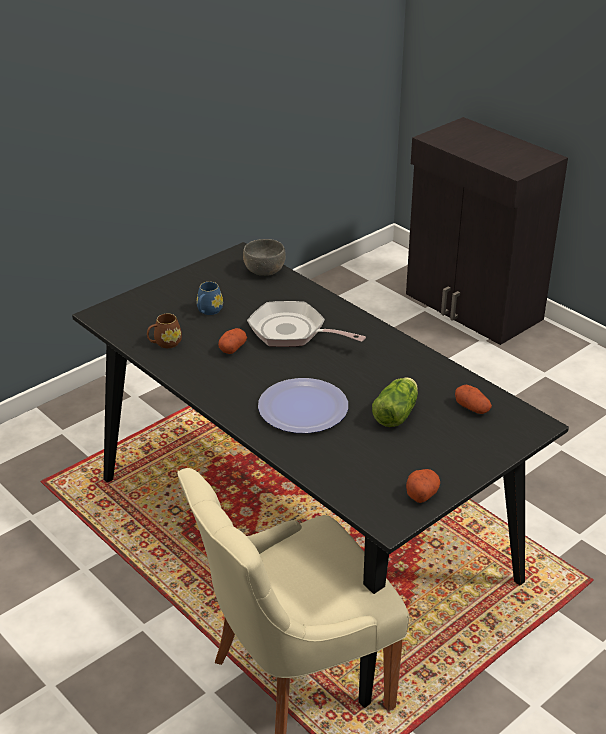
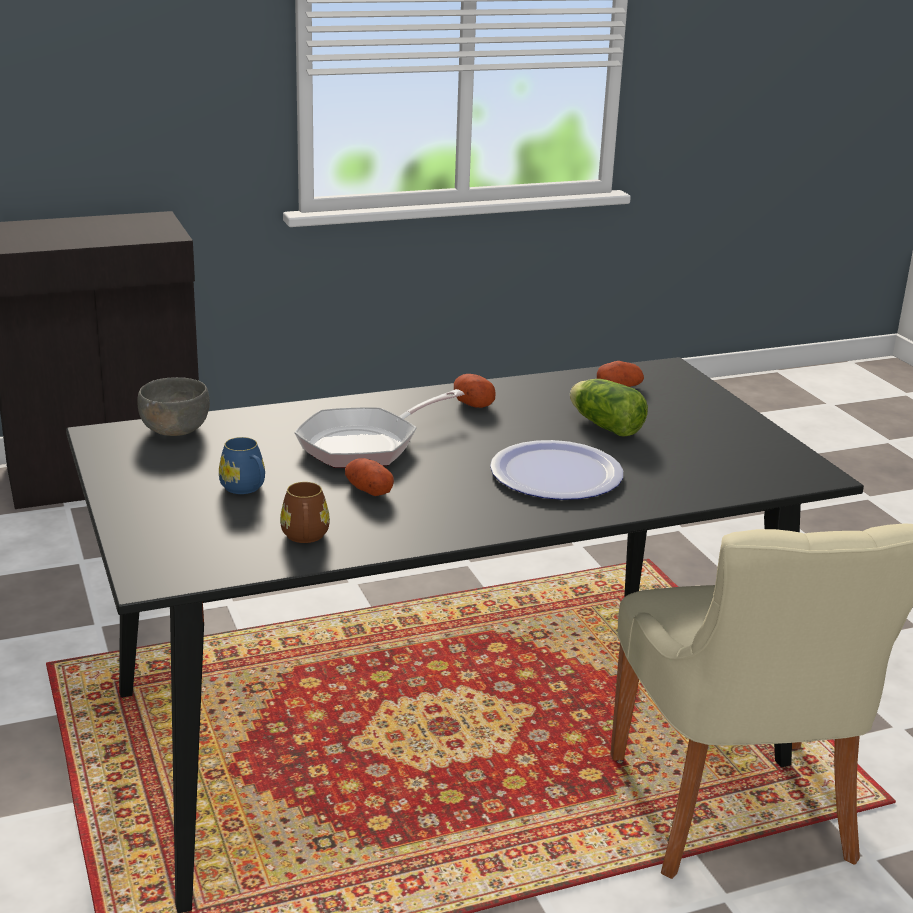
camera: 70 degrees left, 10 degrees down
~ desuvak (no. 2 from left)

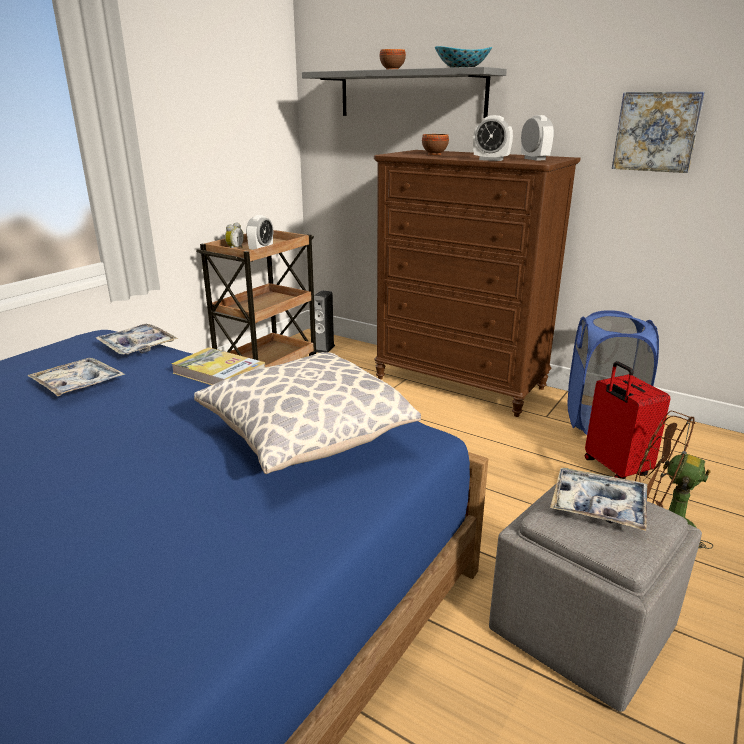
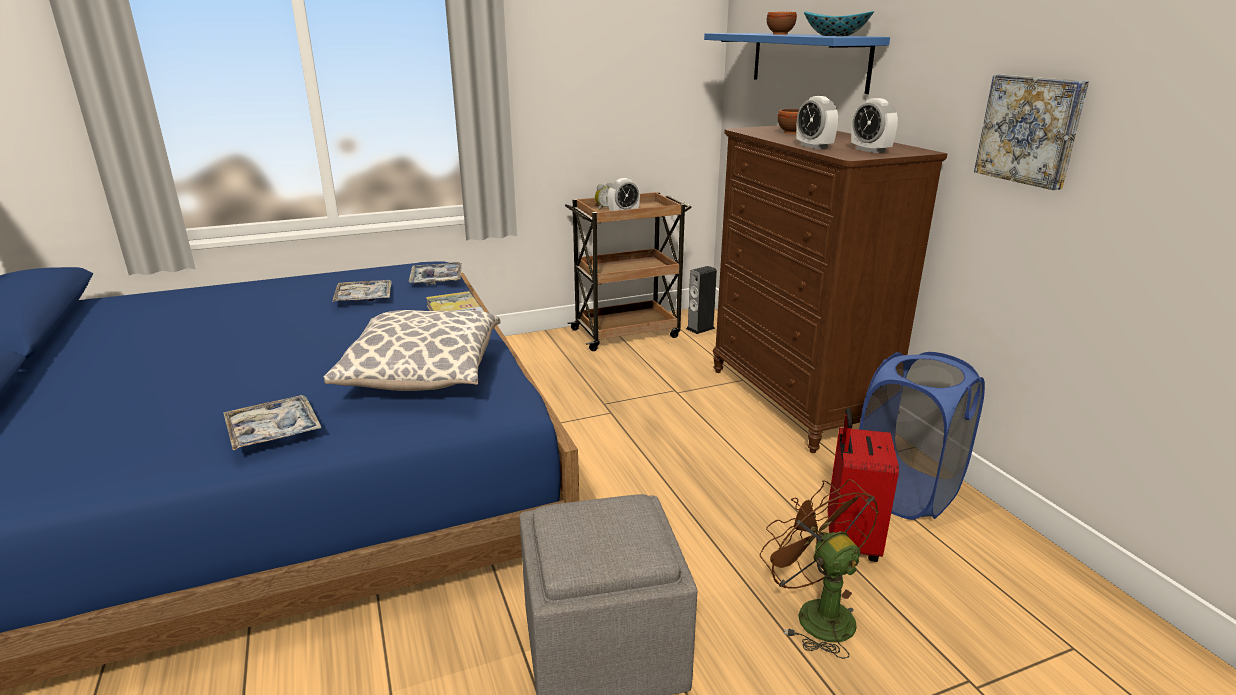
camera: 35 degrees right, 0 degrees up
~ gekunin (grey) to gekunin (blue)
~ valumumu (no. 4 from left) 135 degrees clockwise
~ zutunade (no. 3 from left in the first image) to zutunade (no. 1 from left)

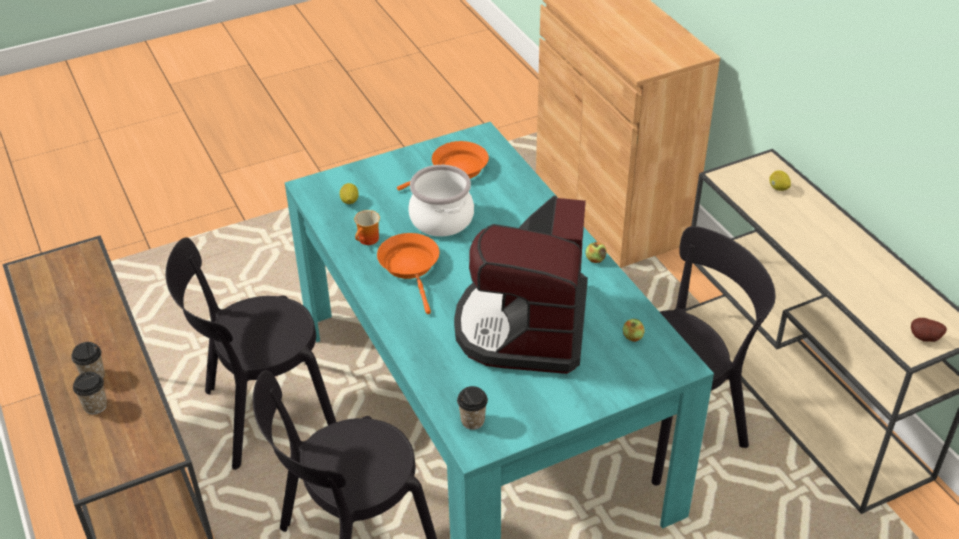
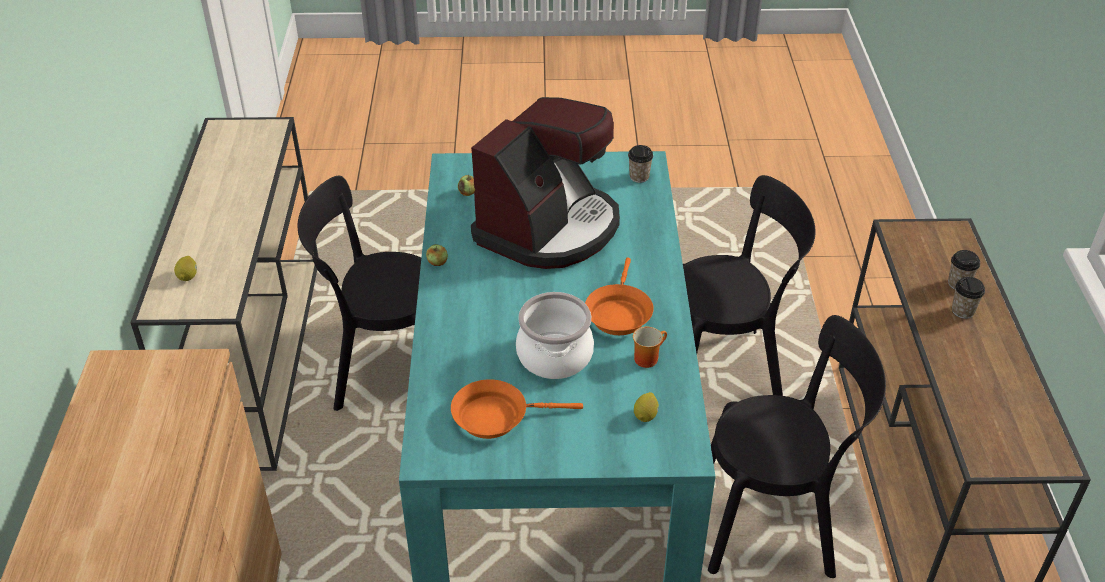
camera: 155 degrees left, 0 degrees up
- desuvak

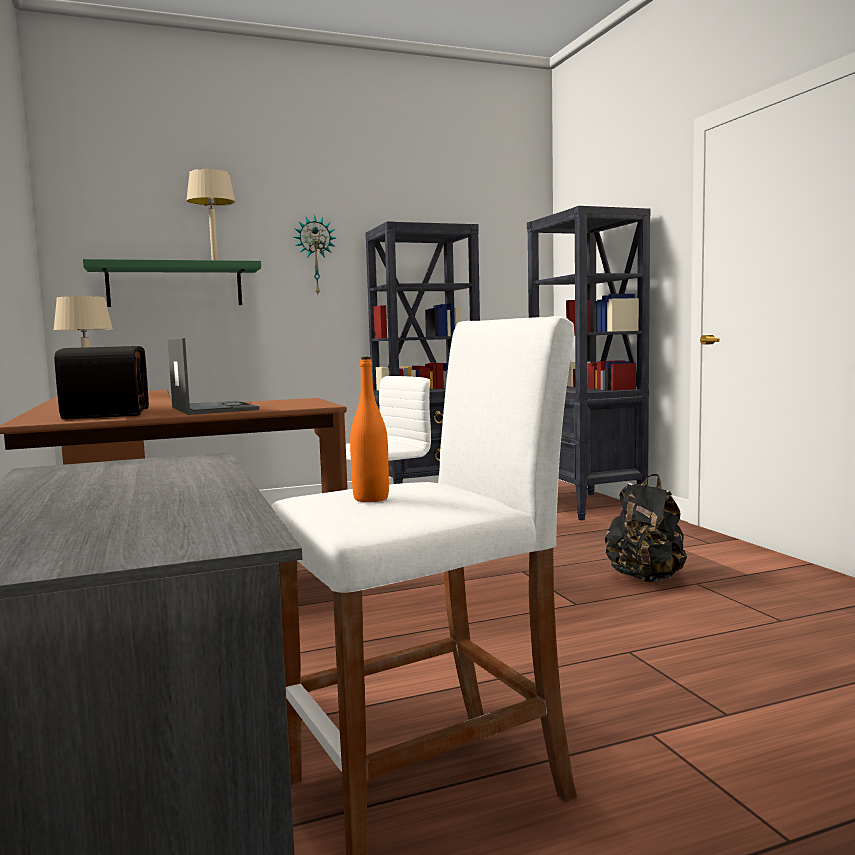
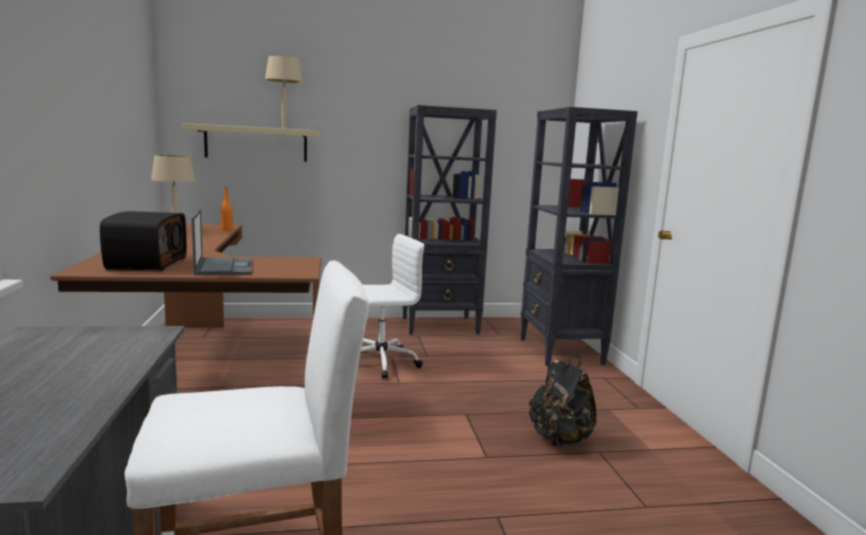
camera: 10 degrees right, 5 degrees up
~ gekunin (green) to gekunin (beige)
- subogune
~ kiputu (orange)

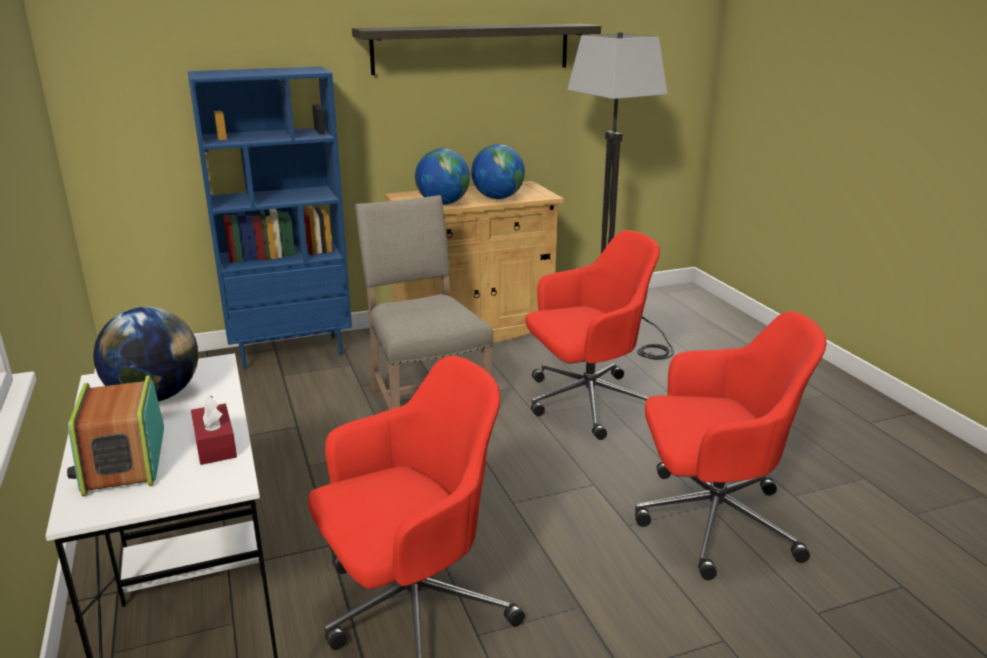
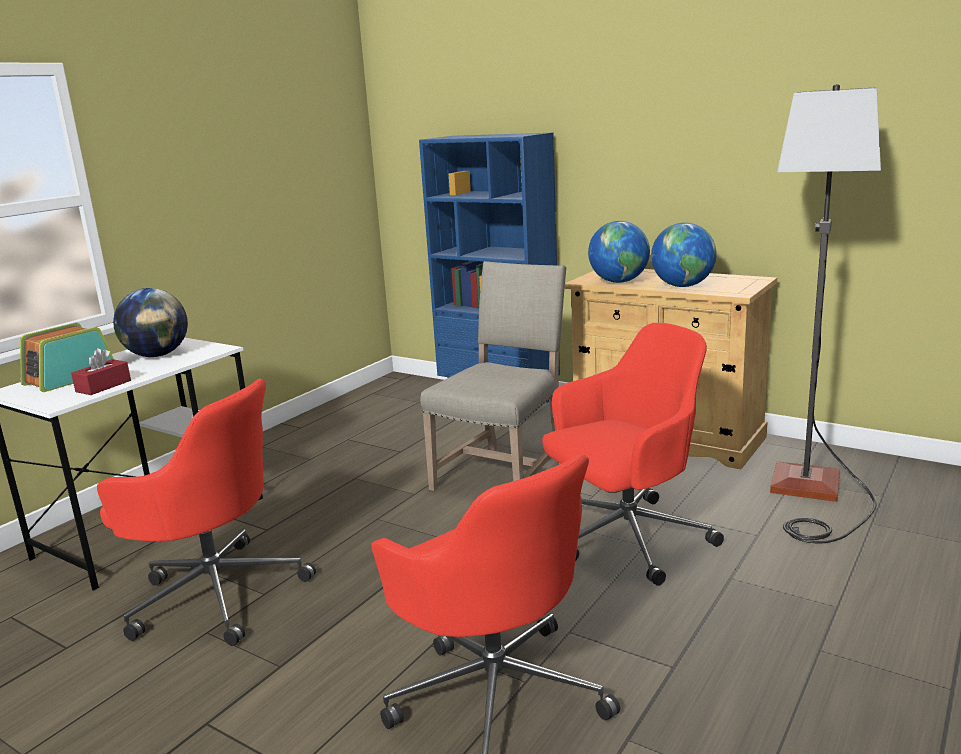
camera: 55 degrees right, 5 degrees down
- gekunin
~ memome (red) (no. 2 from left in the first image) 60 degrees counterclockwise

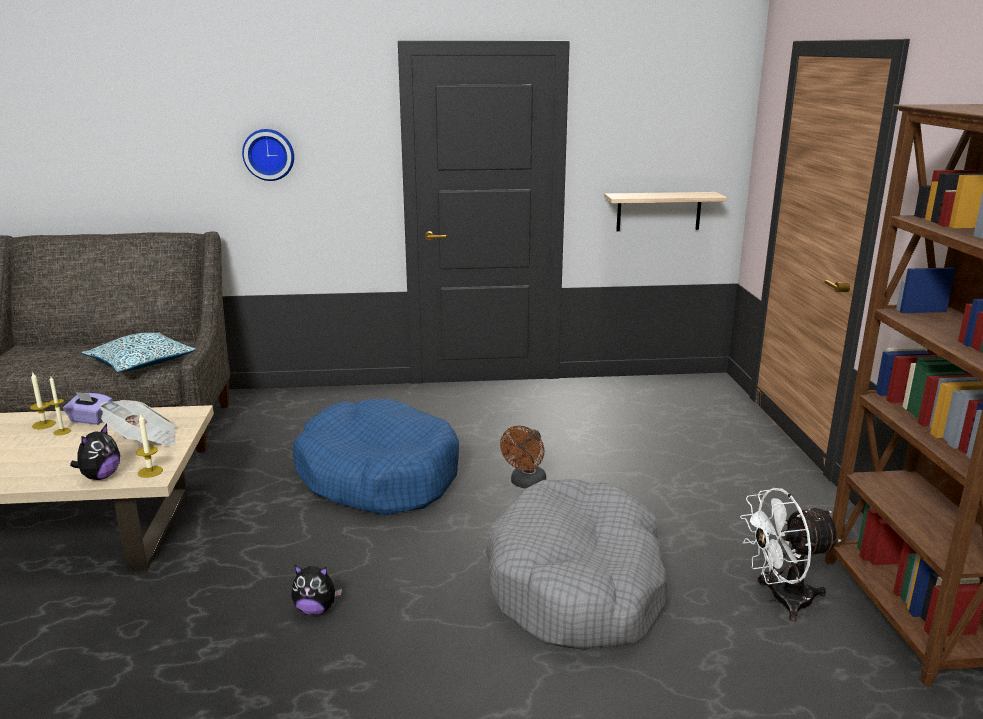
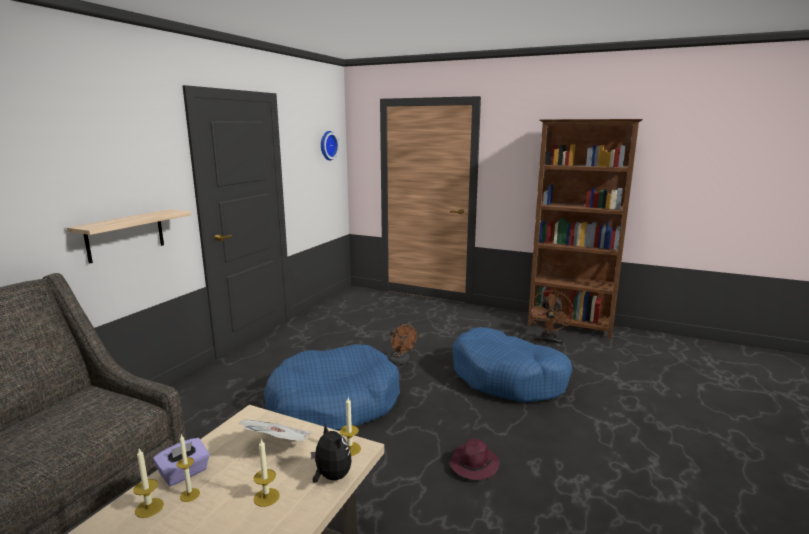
camera: 60 degrees left, 5 degrees down
- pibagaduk
~ subogune
~ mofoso (no. 2 from left) to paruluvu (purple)
~ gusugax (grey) to gusugax (blue) (no. 2 from left)
~ gekunin
~ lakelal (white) to lakelal (brown) (no. 2 from left)
+ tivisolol (no. 3 from left)

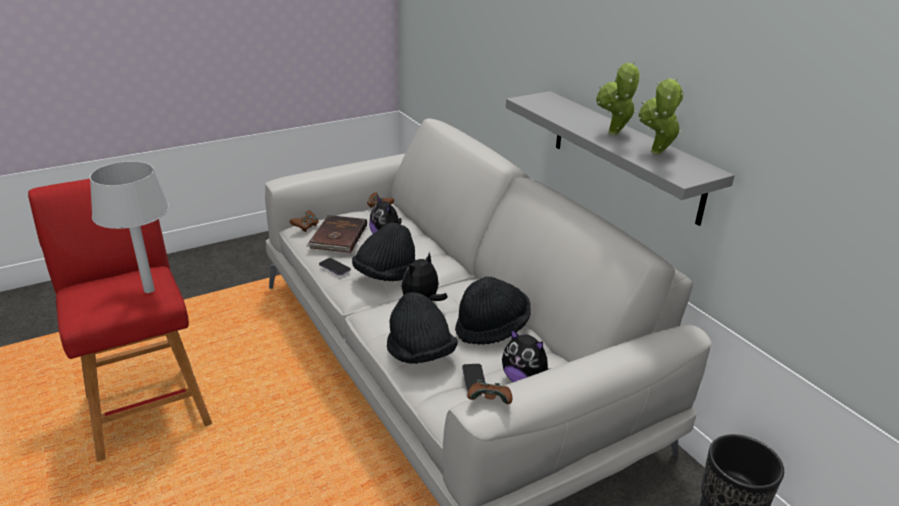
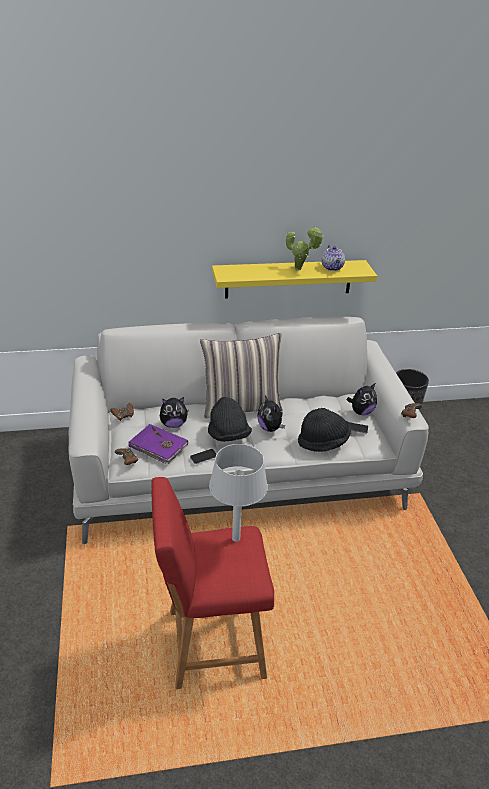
camera: 70 degrees left, 5 degrees up
~ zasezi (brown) to zasezi (purple)
- paruluvu (black) (no. 3 from left)
~ gekunin (grey) to gekunin (yellow)
~ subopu (no. 2 from left) to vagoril
+ pibagaduk

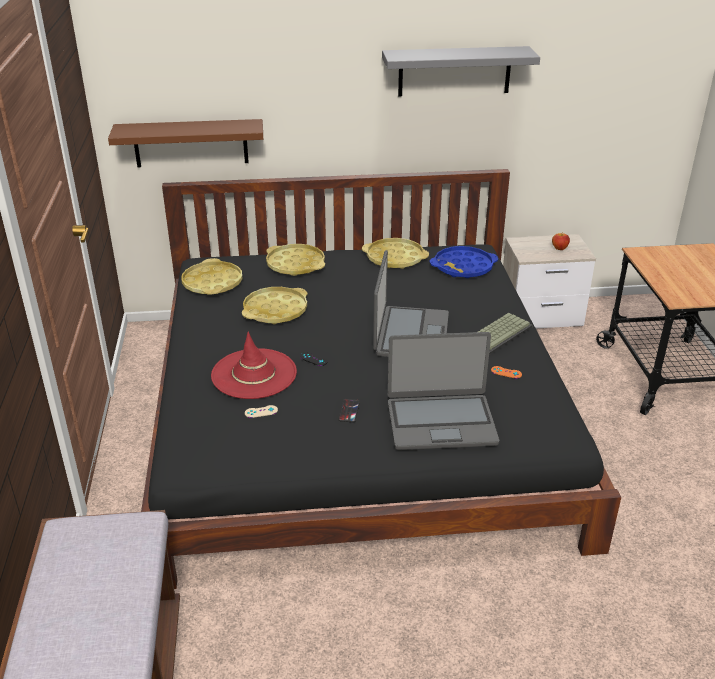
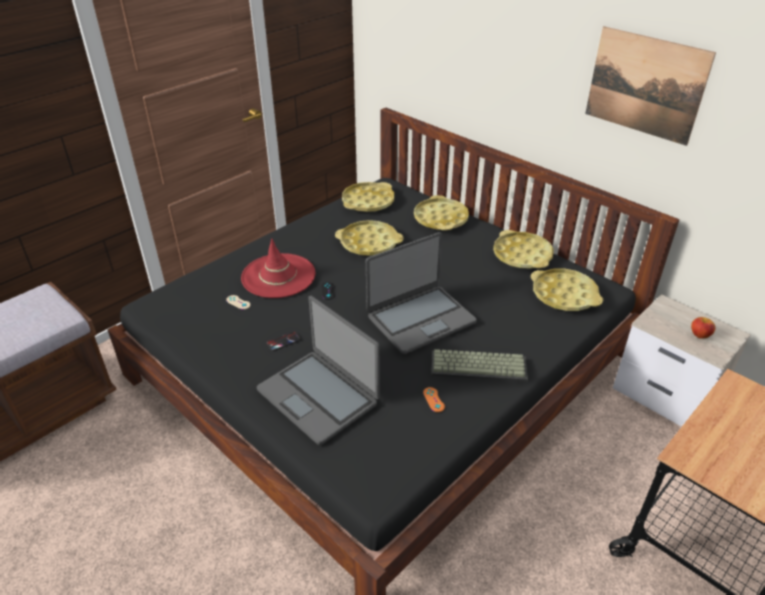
camera: 50 degrees right, 5 degrees up
- gekunin (brown)
~ gekunin (grey) to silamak
~ zutunade (blue) to zutunade (yellow) (no. 5 from left)

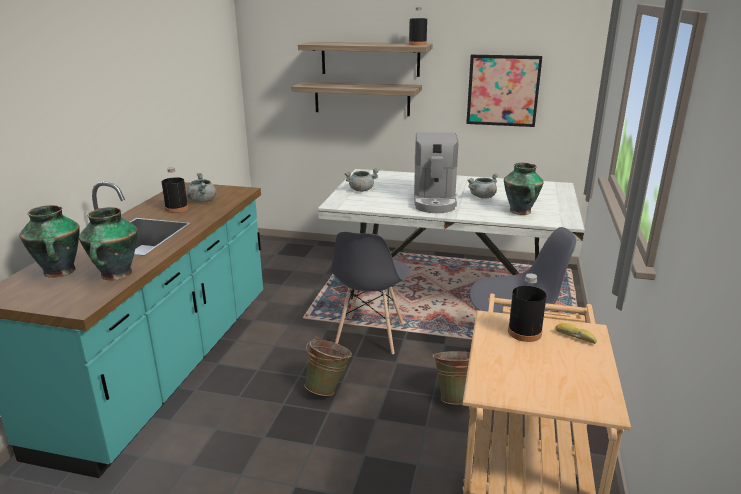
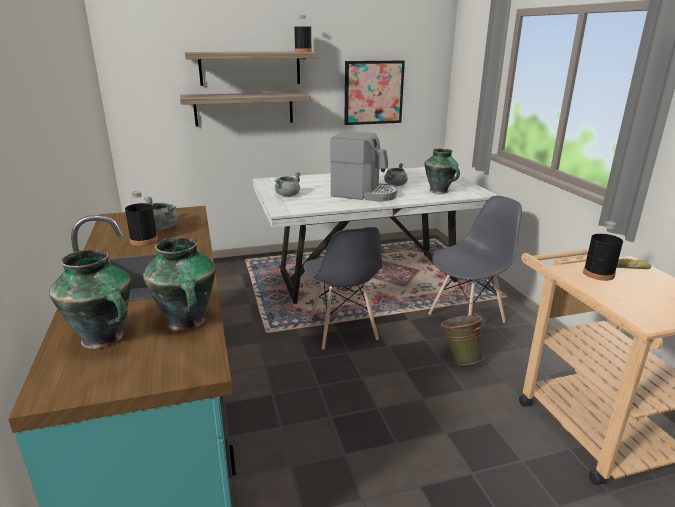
camera: 30 degrees left, 0 degrees up
- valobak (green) (no. 1 from left)
~ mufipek 45 degrees counterclockwise

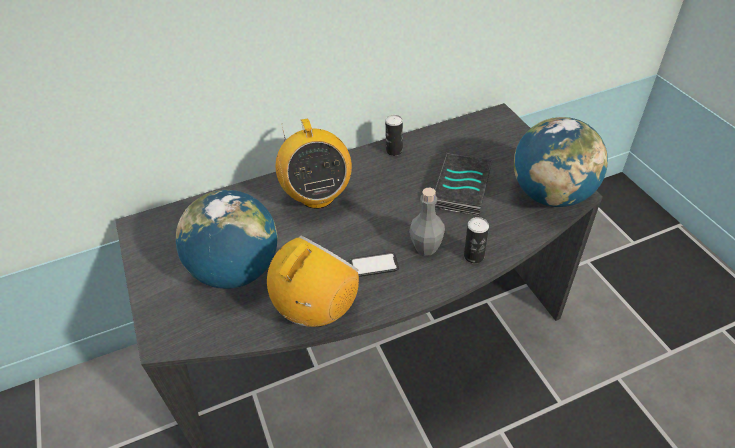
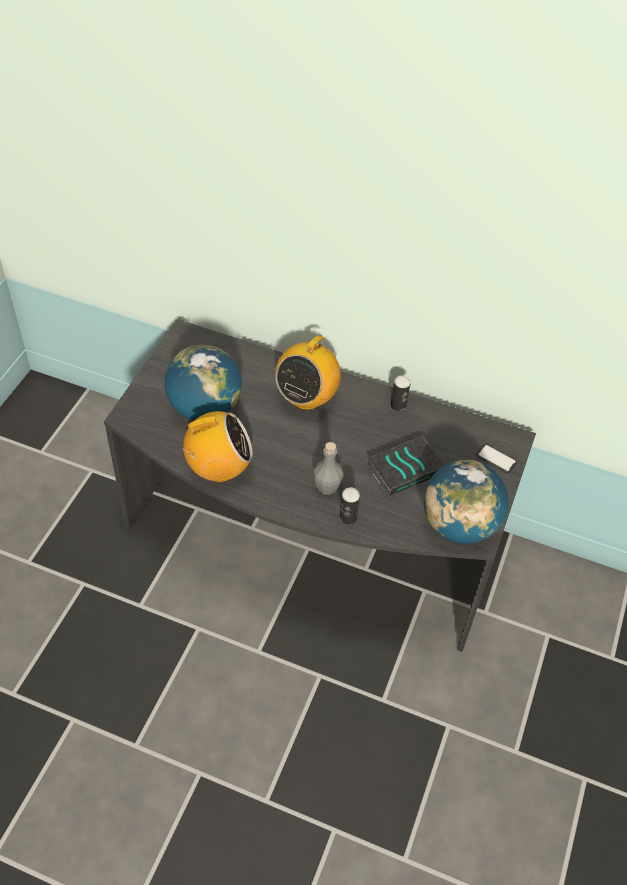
camera: 40 degrees right, 5 degrees up
~ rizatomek

